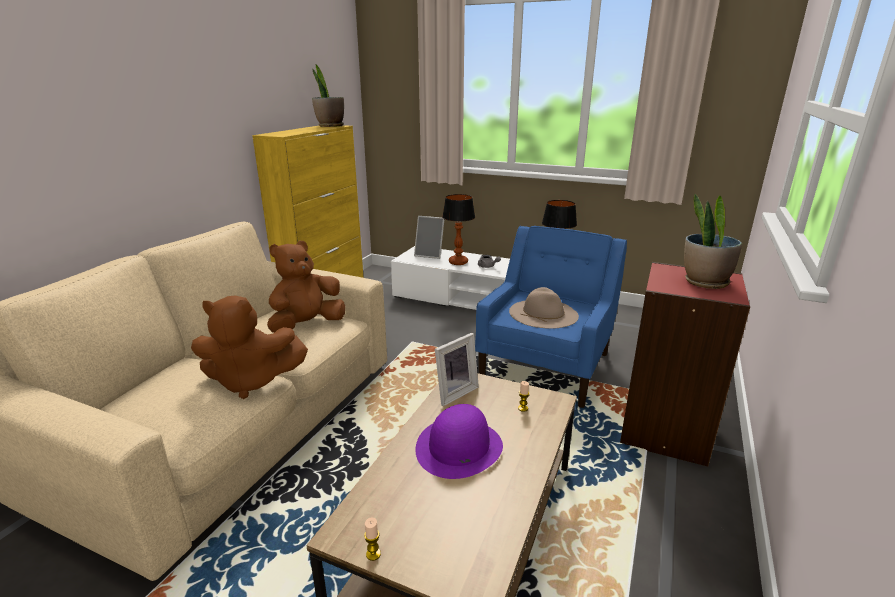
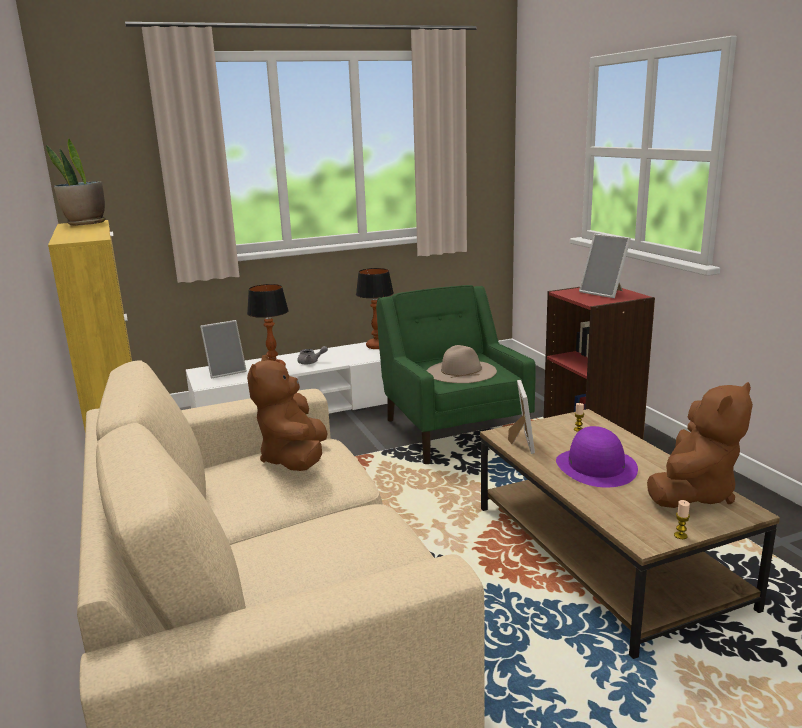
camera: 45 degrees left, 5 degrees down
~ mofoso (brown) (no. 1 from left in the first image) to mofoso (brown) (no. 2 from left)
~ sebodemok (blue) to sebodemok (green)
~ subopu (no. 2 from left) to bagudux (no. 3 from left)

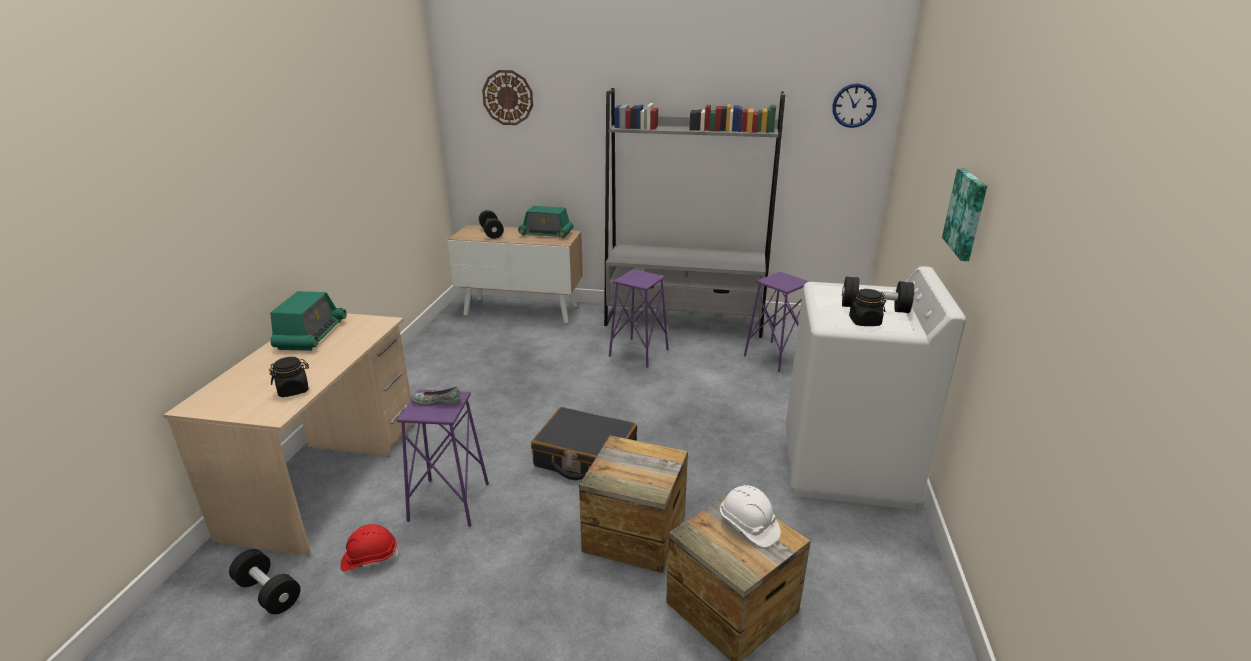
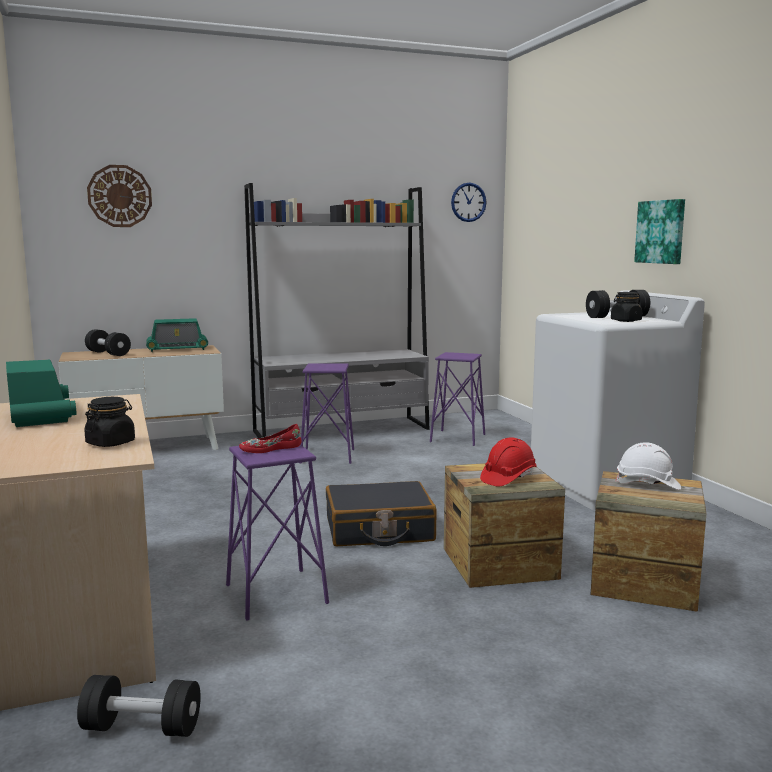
camera: 30 degrees left, 15 degrees down
~ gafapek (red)
~ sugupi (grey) to sugupi (red)

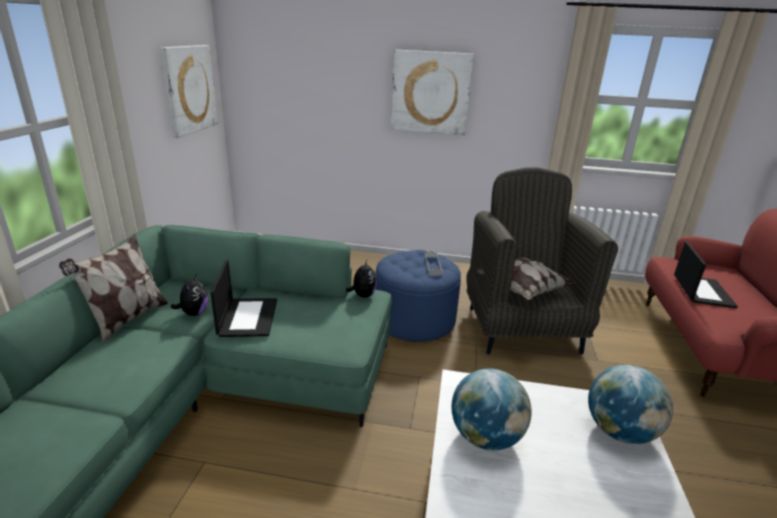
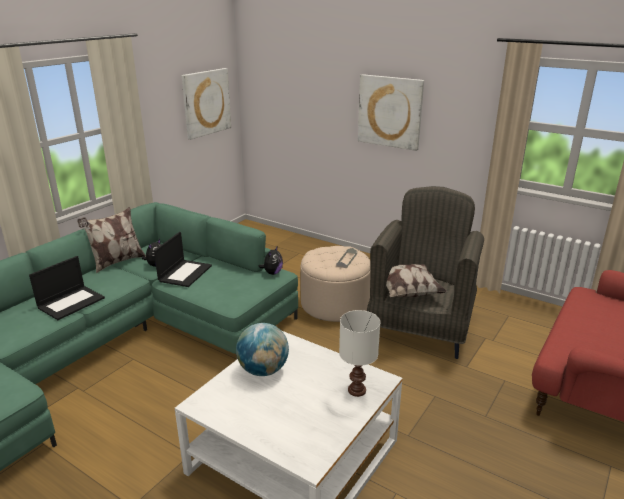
camera: 25 degrees right, 0 degrees up
~ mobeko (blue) to mobeko (beige)
~ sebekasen (no. 2 from left) to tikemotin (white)
~ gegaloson (no. 2 from left in the first image) to gegaloson (no. 1 from left)

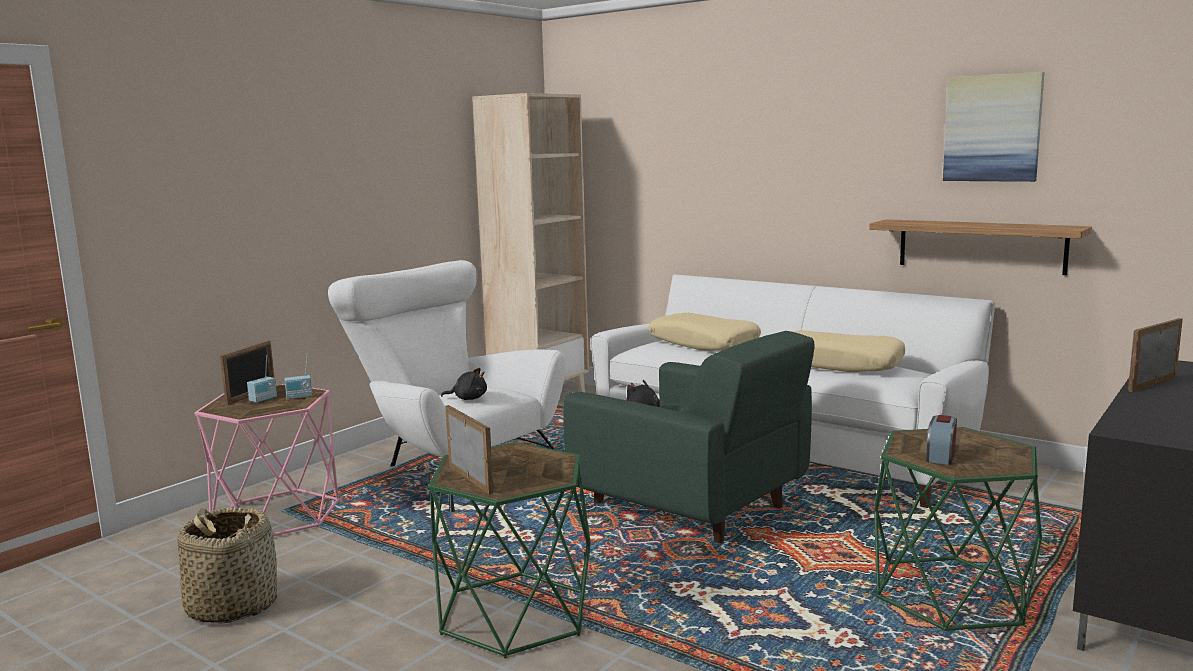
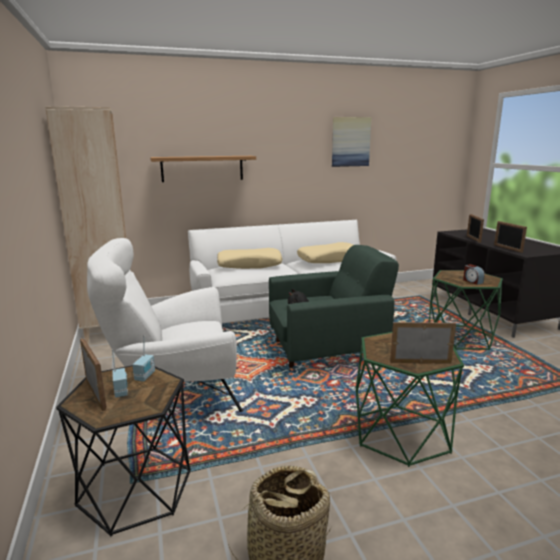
camera: 55 degrees left, 5 degrees up
~ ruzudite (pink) to ruzudite (black)
- mofoso (black) (no. 1 from left)
~ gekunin
+ bagudux (no. 4 from left)

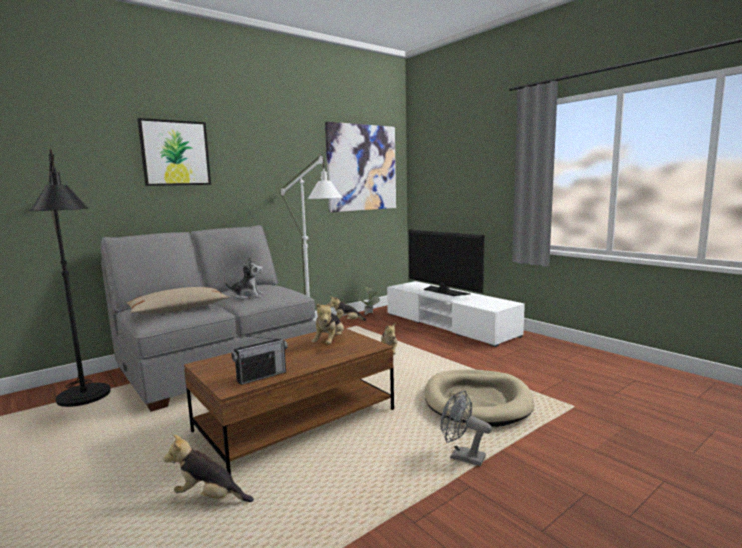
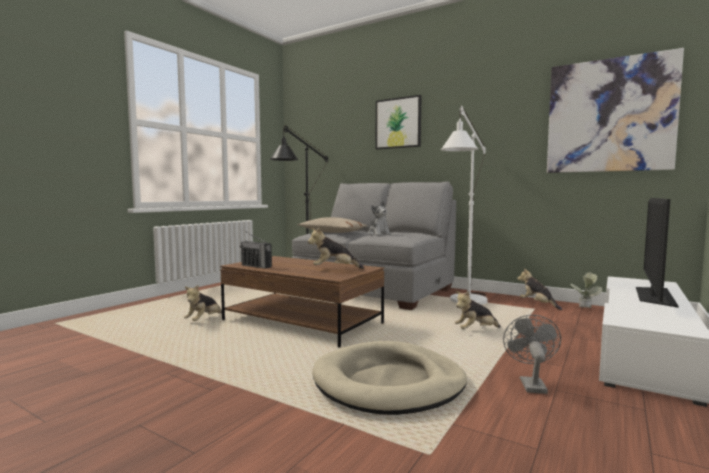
camera: 70 degrees right, 5 degrees down
~ mofoso (no. 1 from left) 150 degrees counterclockwise
~ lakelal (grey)

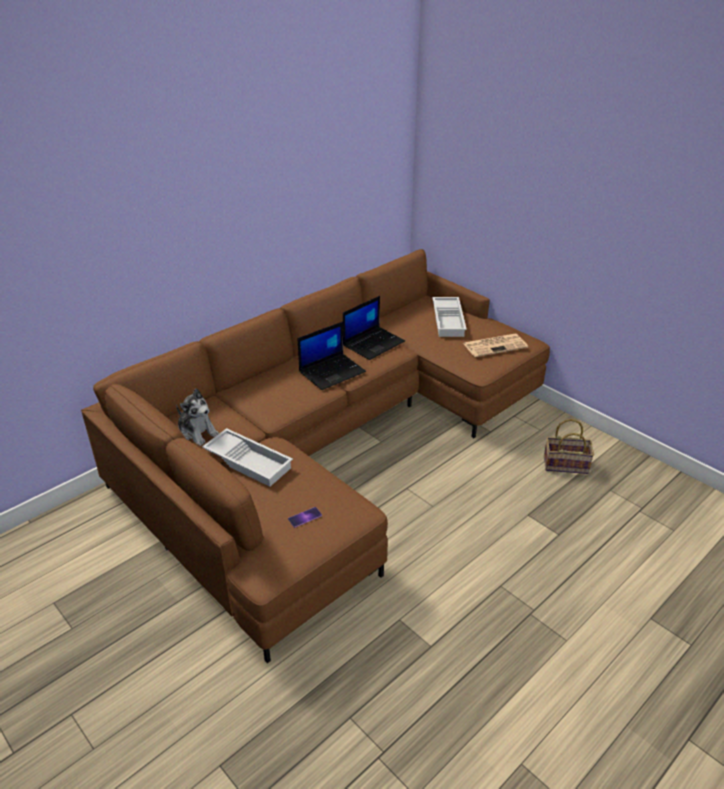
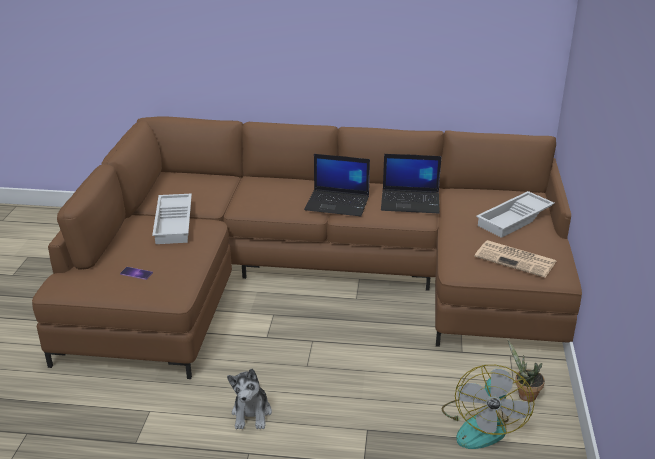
camera: 50 degrees right, 5 degrees down
~ mofoso
~ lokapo to lakelal
+ subopu

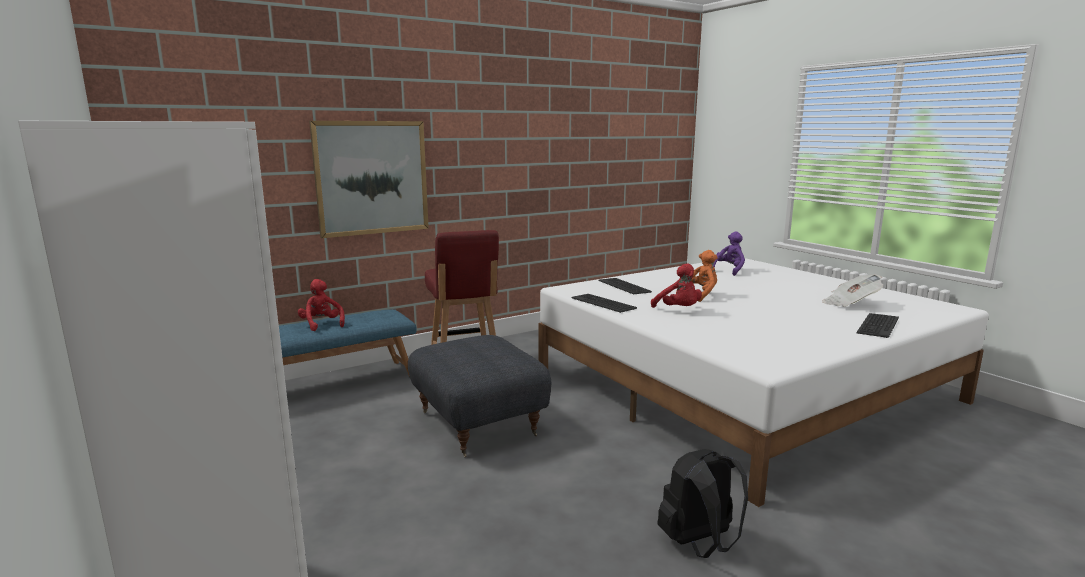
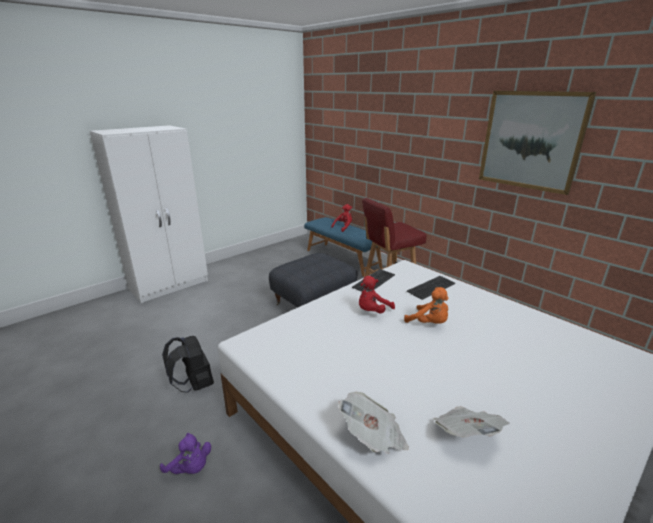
camera: 80 degrees right, 10 degrees up
~ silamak
~ mofoso (purple)
~ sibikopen (no. 3 from left) to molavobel (no. 1 from left)

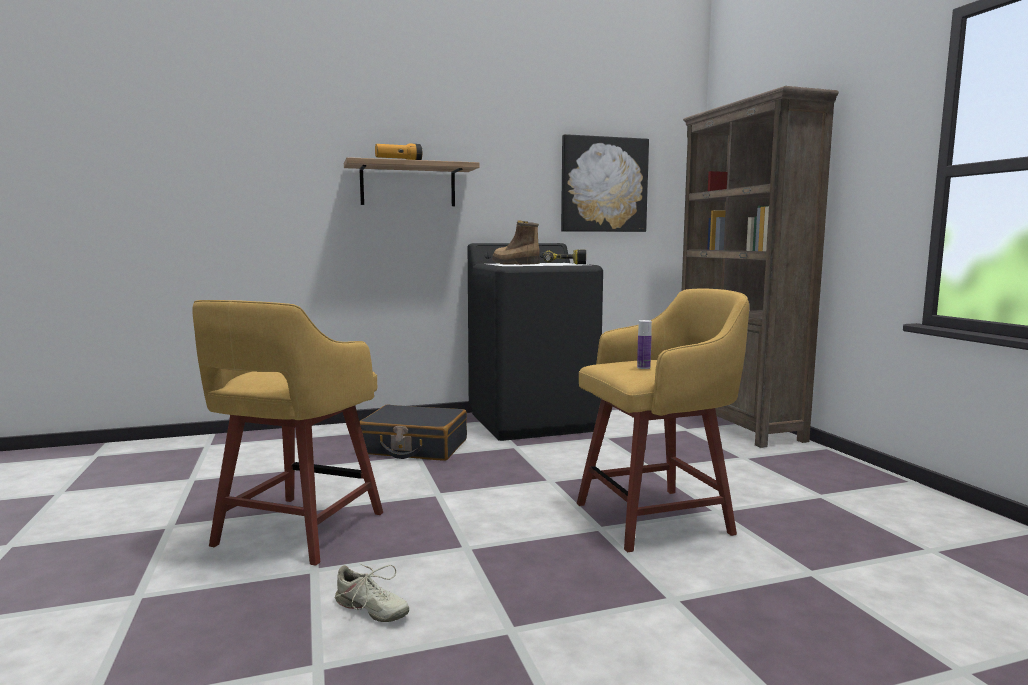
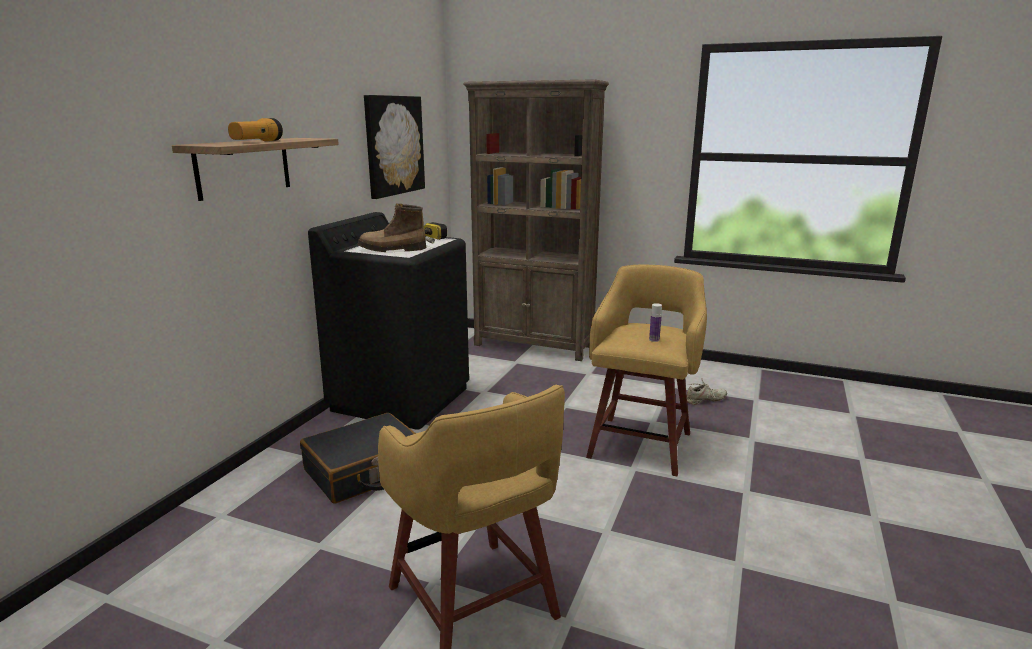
camera: 50 degrees left, 10 degrees up
~ sugupi (beige)

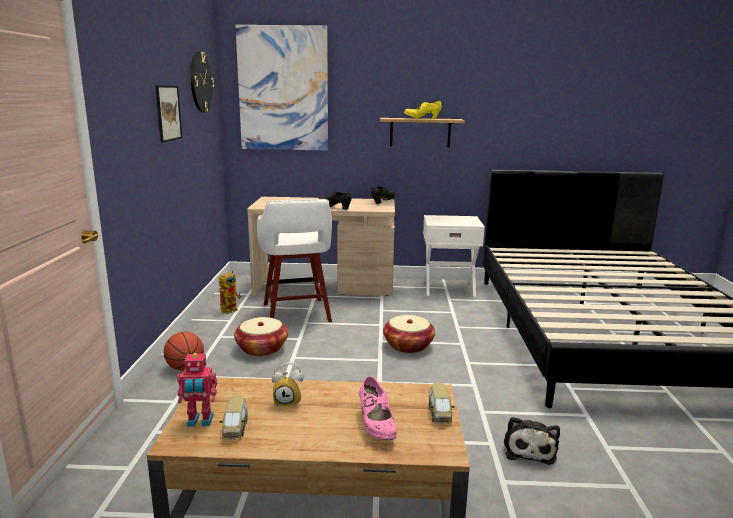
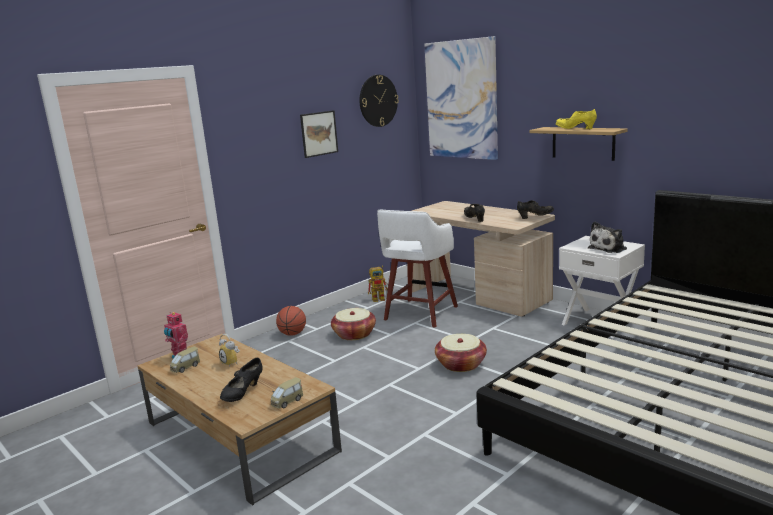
camera: 45 degrees right, 0 degrees up
~ sugupi (pink) to sugupi (black) (no. 1 from left)
~ mofoso

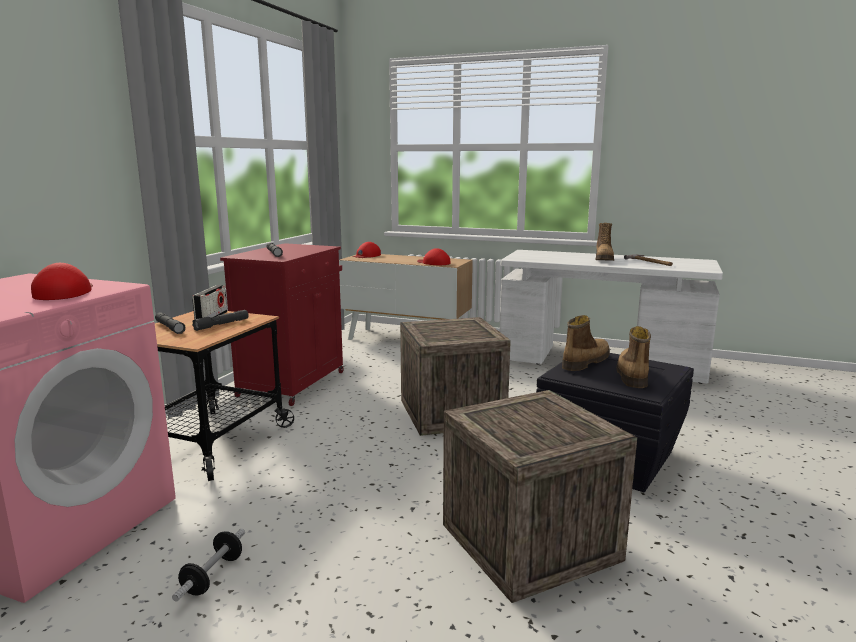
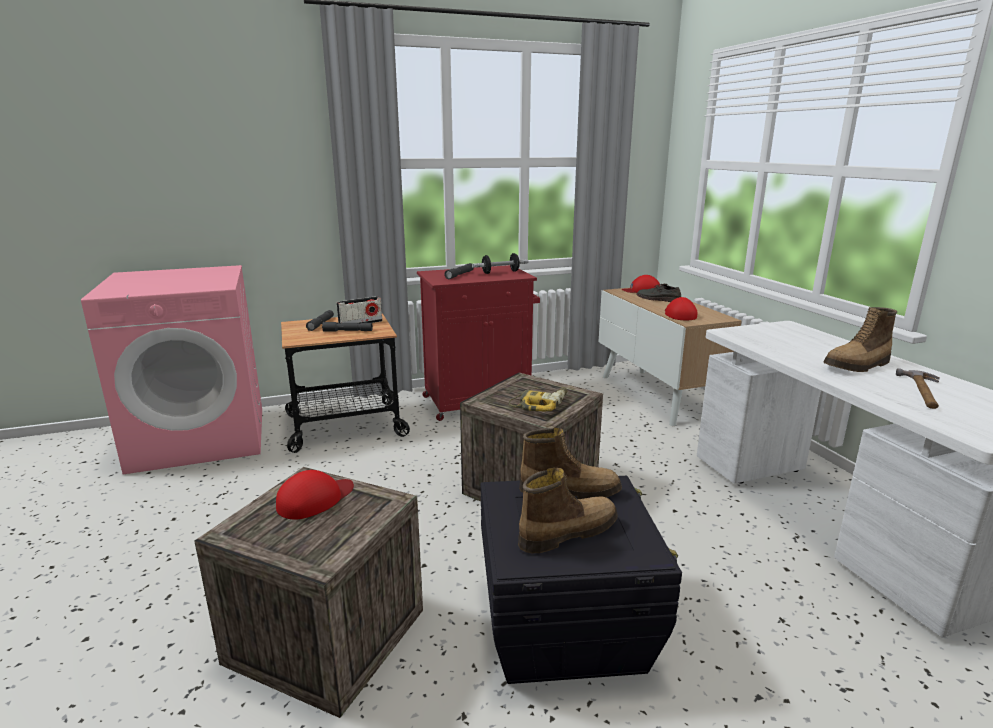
camera: 50 degrees right, 5 degrees up
~ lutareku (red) (no. 1 from left)
~ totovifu
+ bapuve
+ sugupi (grey)

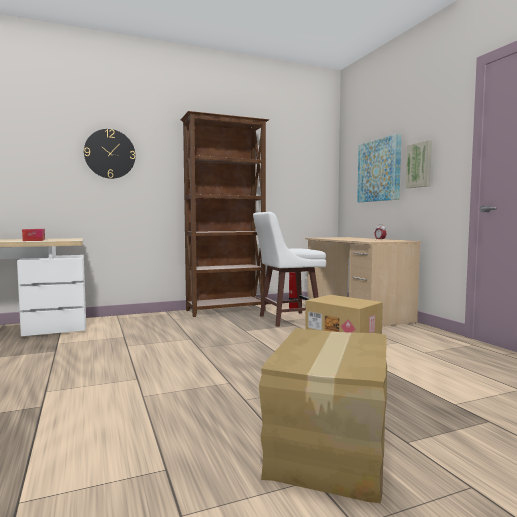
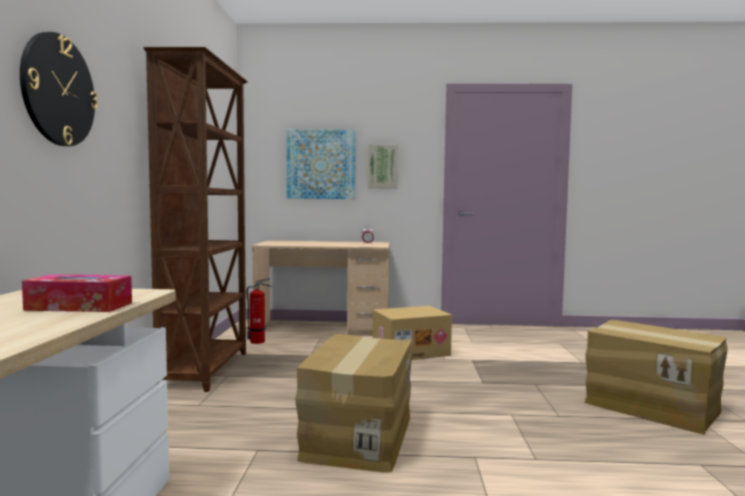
camera: 65 degrees left, 0 degrees up
- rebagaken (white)
+ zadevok (no. 1 from left)

